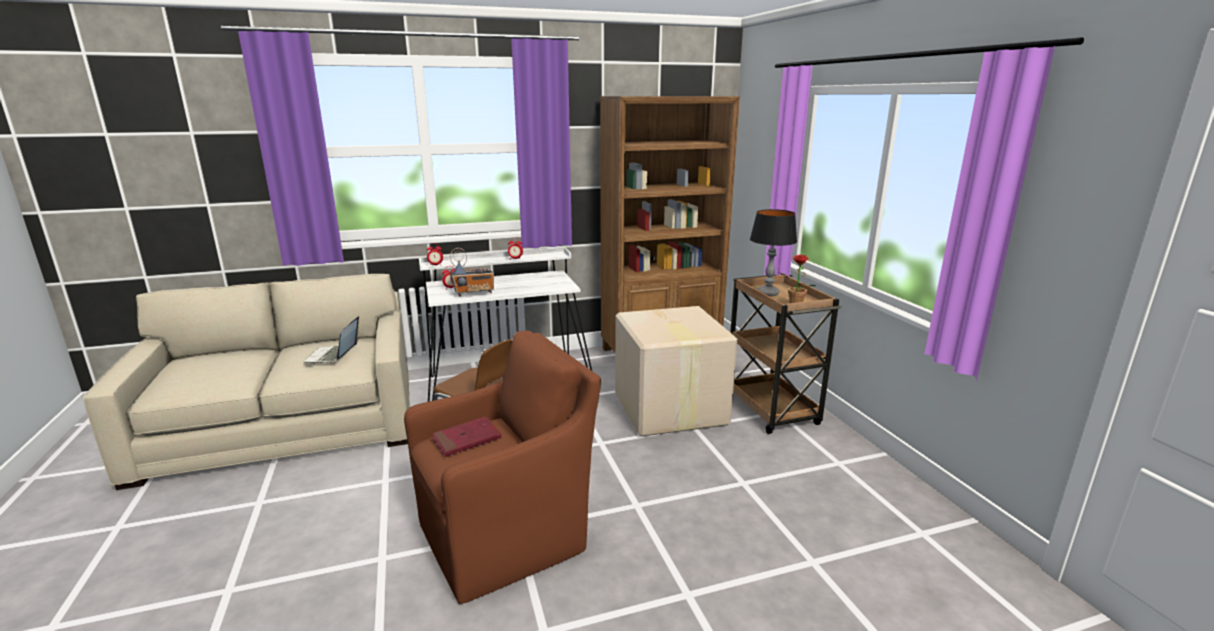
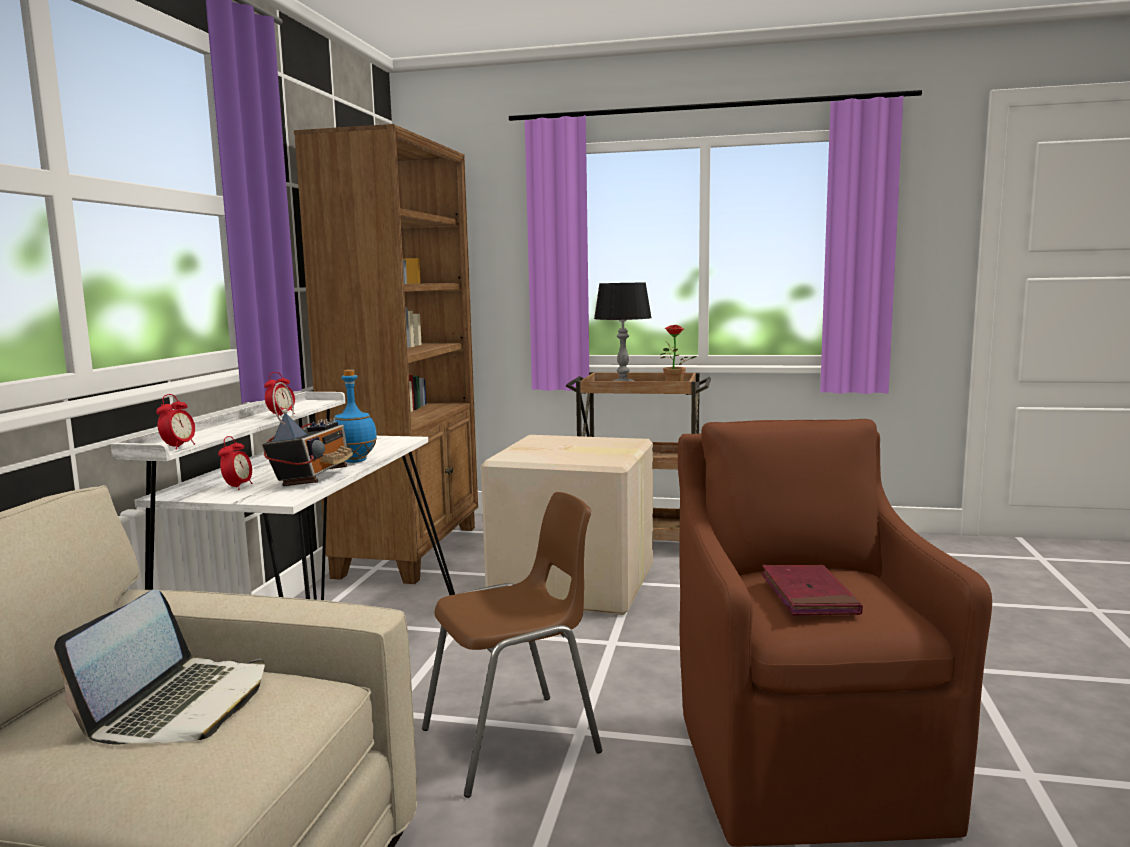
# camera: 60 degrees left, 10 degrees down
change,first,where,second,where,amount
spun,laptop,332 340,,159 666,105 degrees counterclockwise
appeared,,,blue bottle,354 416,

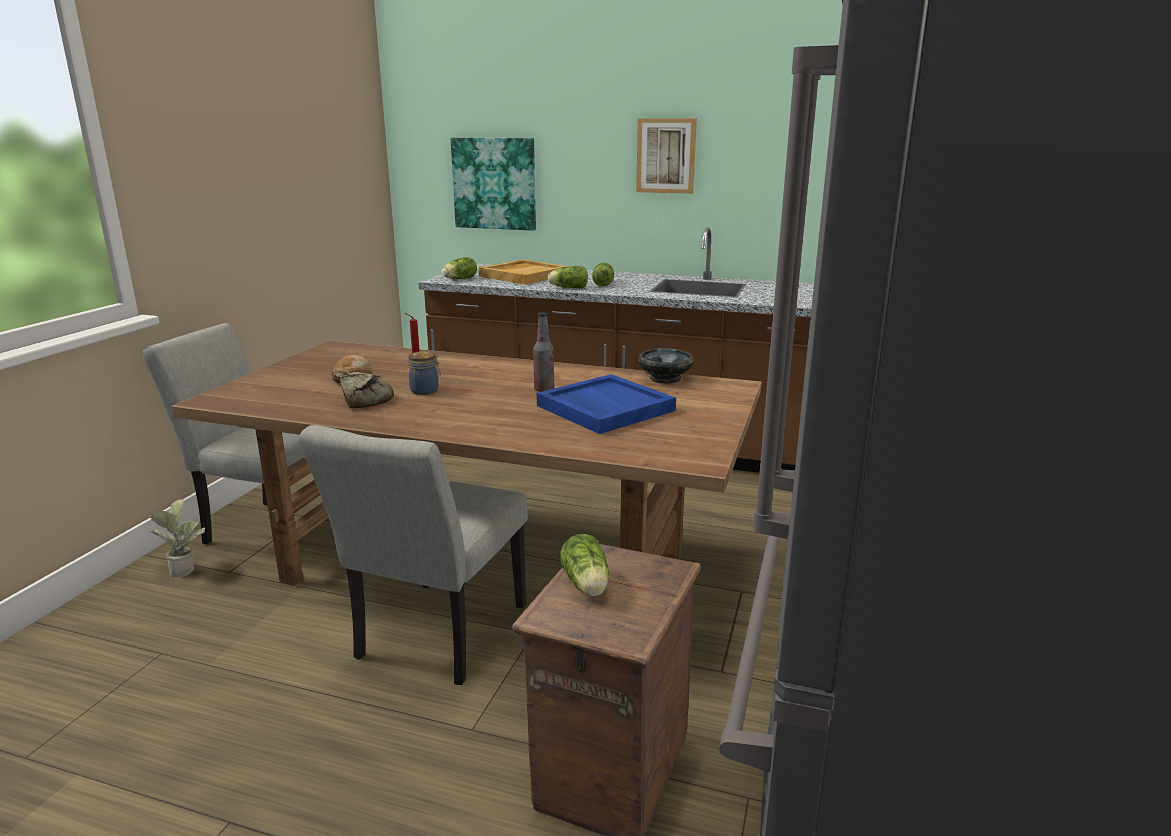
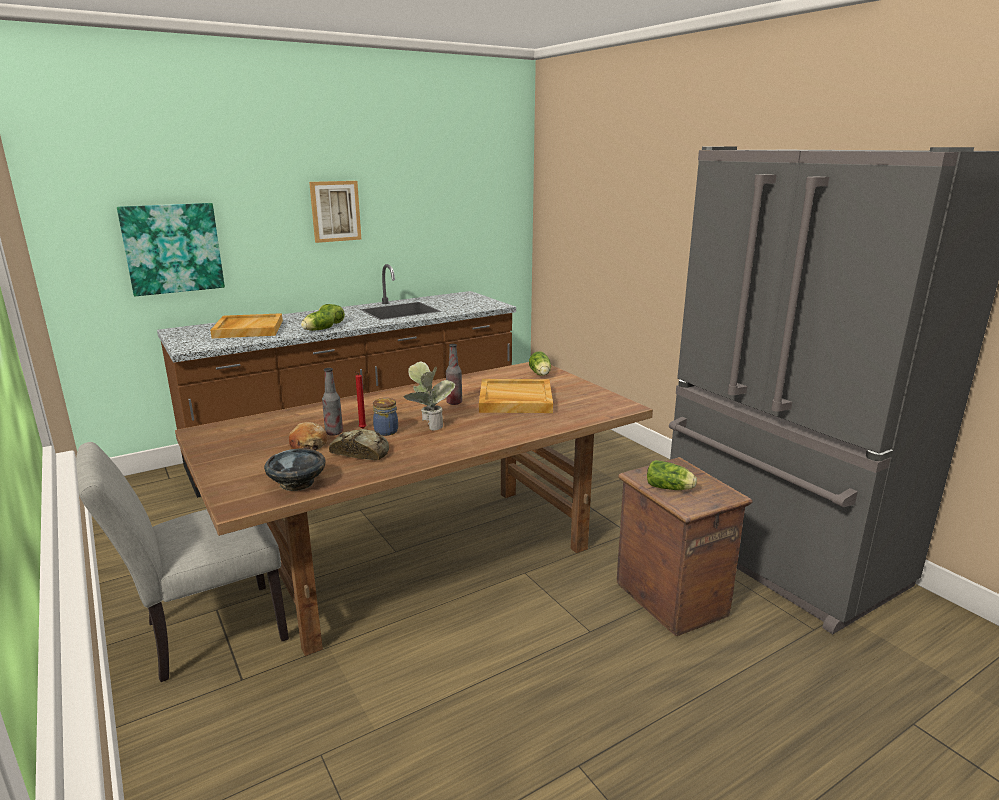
# camera: 50 degrees left, 0 degrees up
change,first,where,second,where,amount
relocated,potted plant,176 538,,429 396,
missing,grey chair,413 555,,,
relocated,lettuce,459 268,,540 364,
colour,blue tray,606 404,beige tray,516 396,
relocated,black bowl,666 366,,294 469,
appeared,,,bottle,332 402,

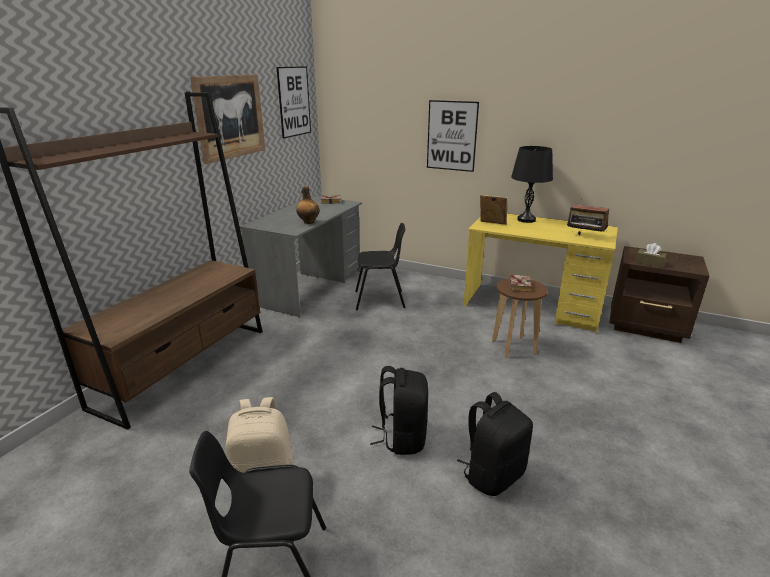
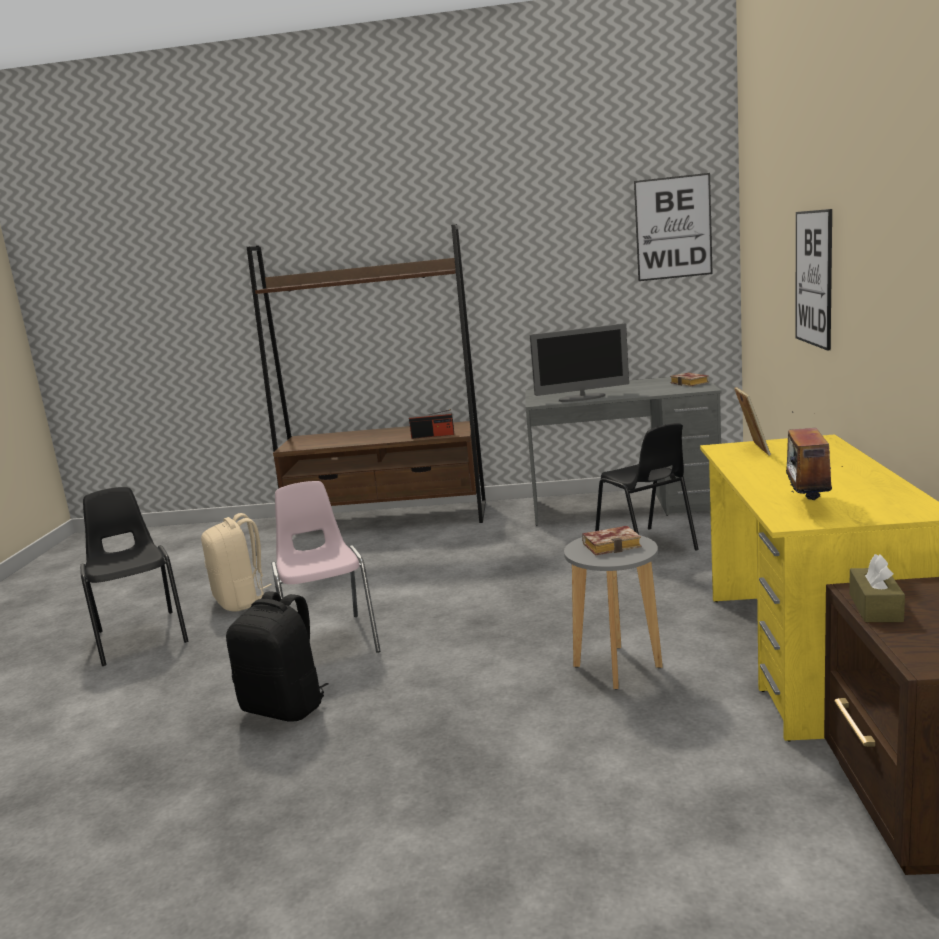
# camera: 70 degrees right, 10 degrees down
change,first,where,second,where,amount
missing,picture,227 119,,,
exchanged,bottle,307 205,monitor,579 362,
exchanged,black backpack,399 410,pink chair,326 567,
colour,brown stool,520 318,grey stool,613 612,
missing,black table lamp,532 184,,,
appeared,,,radio,431 424,

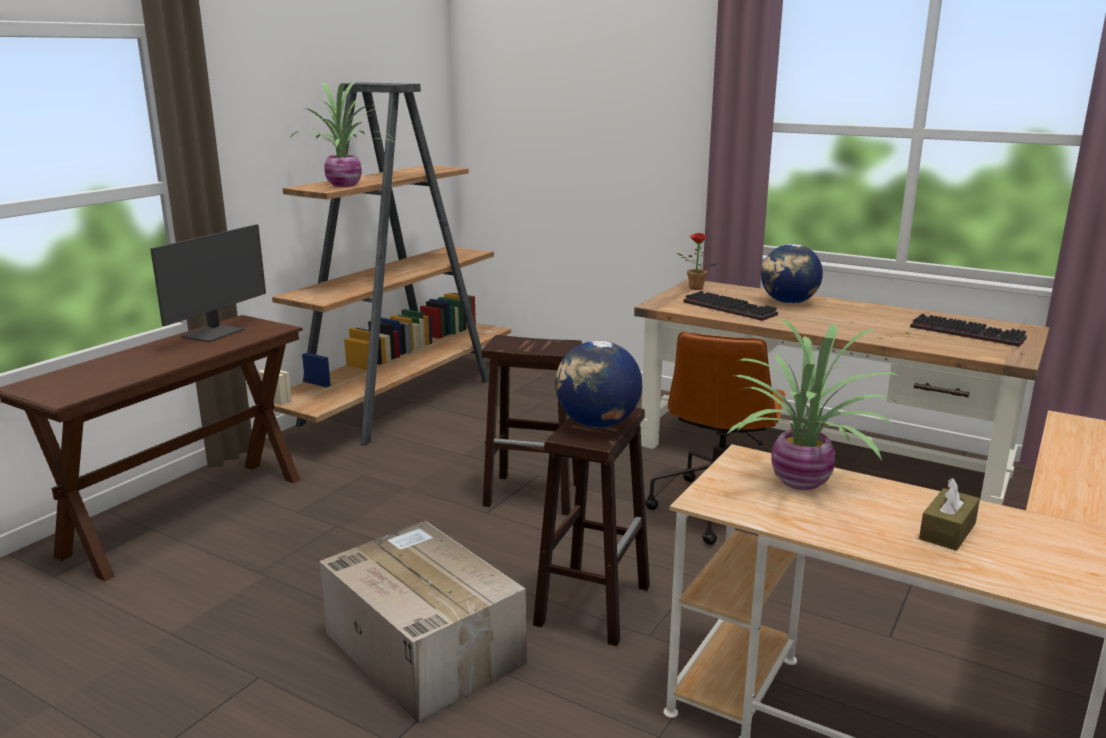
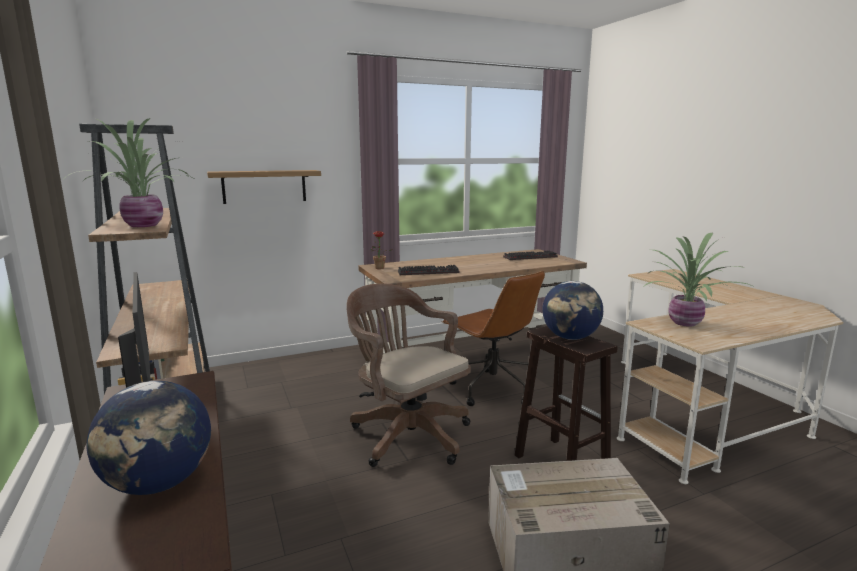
# camera: 55 degrees left, 5 degrees down
change,first,where,second,where,amount
exchanged,brown stool,532 425,brown office chair,408 375,
relocated,globe,792 274,,148 438,
missing,brown tissue box,949 514,,,
appeared,,,shelf,264 187,

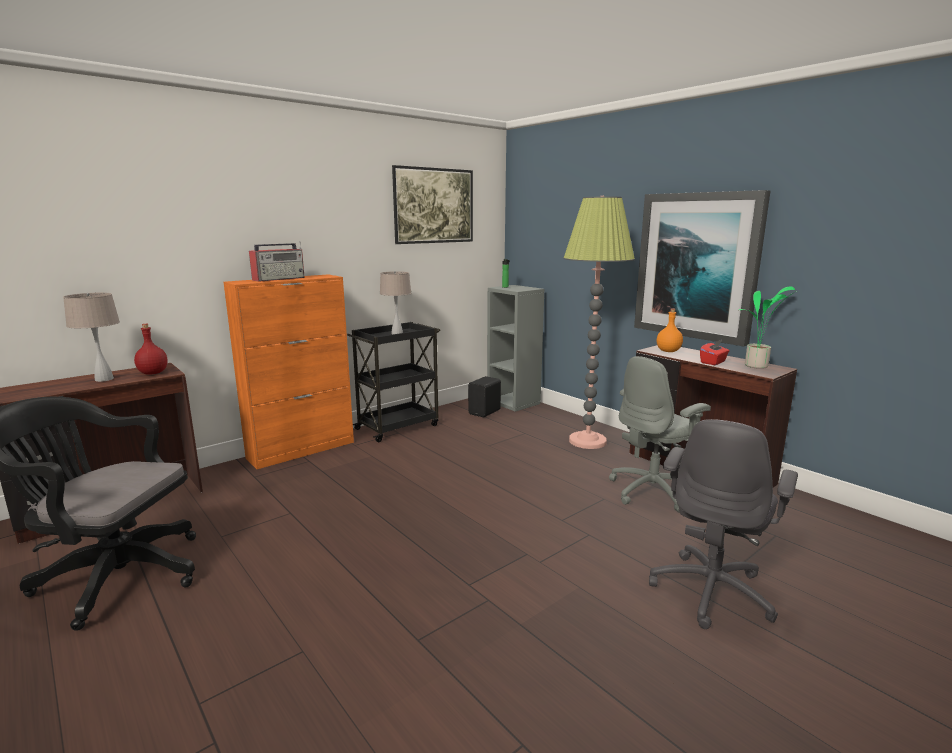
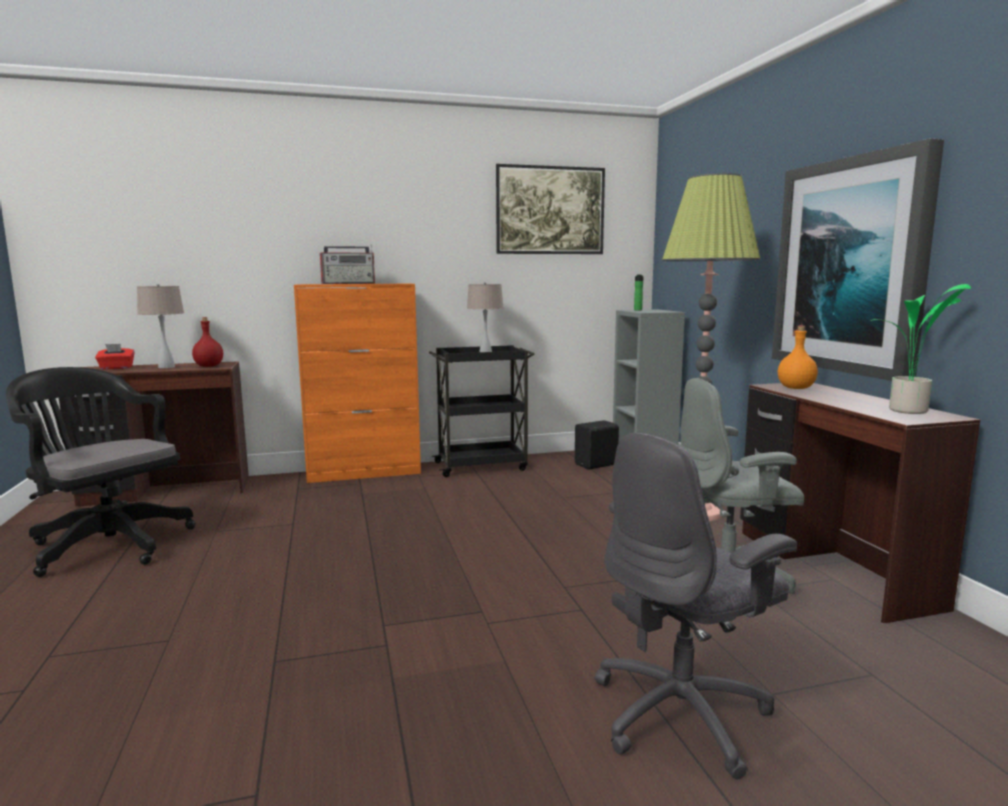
# camera: 25 degrees right, 5 degrees down
change,first,where,second,where,amount
relocated,red tissue box,714 352,,115 356,

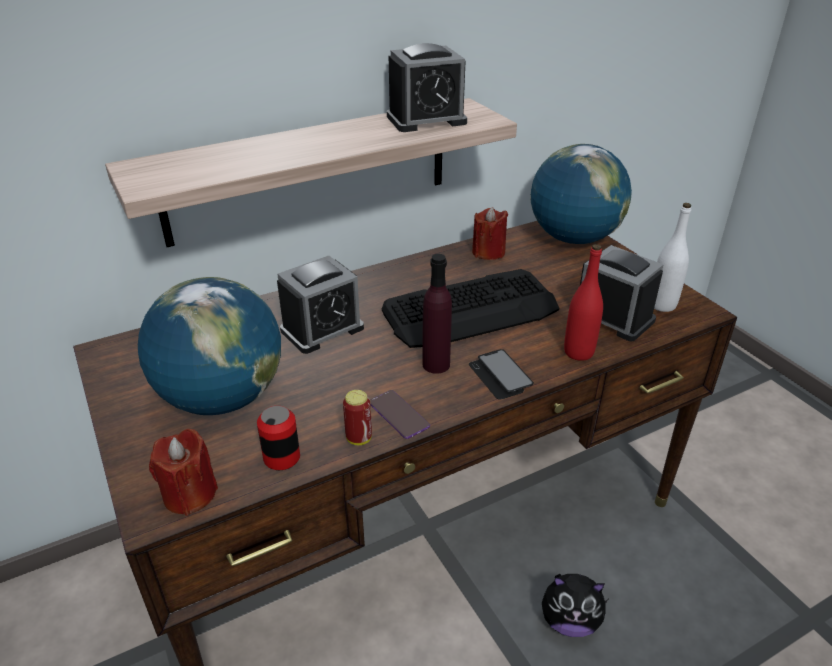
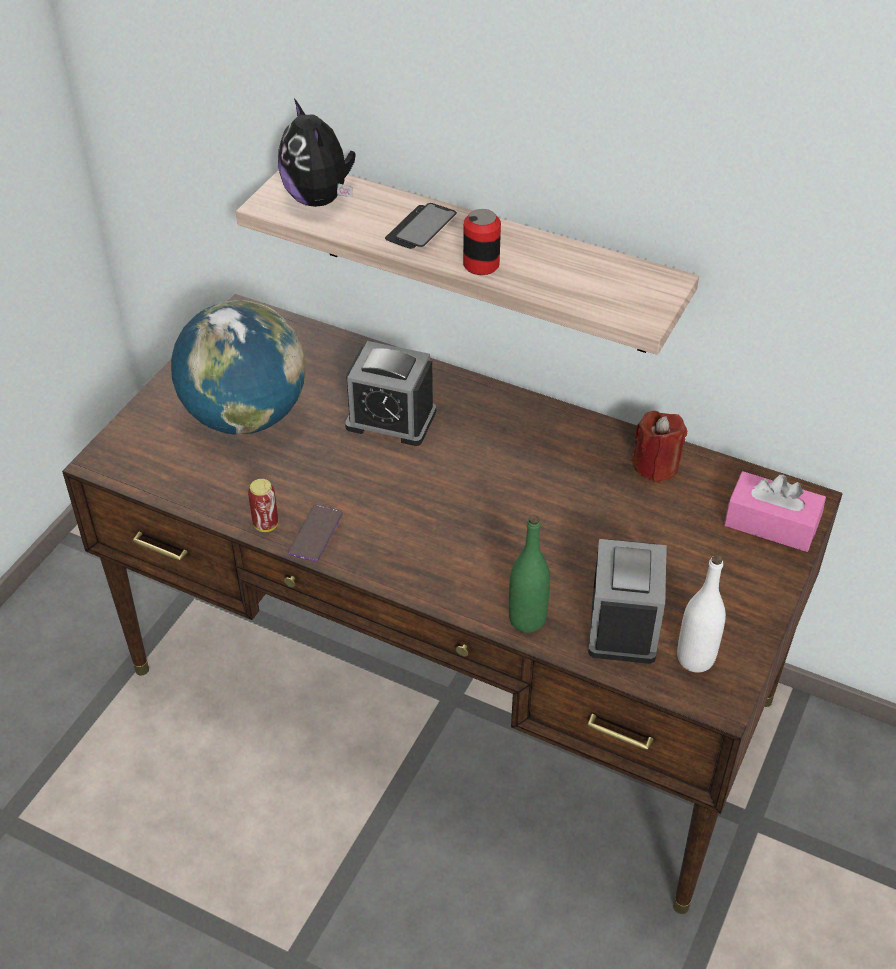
# camera: 55 degrees right, 10 degrees up
change,first,where,second,where,amount
missing,red candle,183 472,,,
relocated,can,278 438,,482 242,
missing,keyboard,470 308,,,
missing,alarm clock,427 87,,,
missing,purple bottle,437 314,,,
relocated,phone,501 374,,421 226,
exchanged,globe,581 194,pink tissue box,775 511,
relocated,plush toy,575 605,,317 153,
colour,red bottle,583 302,green bottle,529 574,

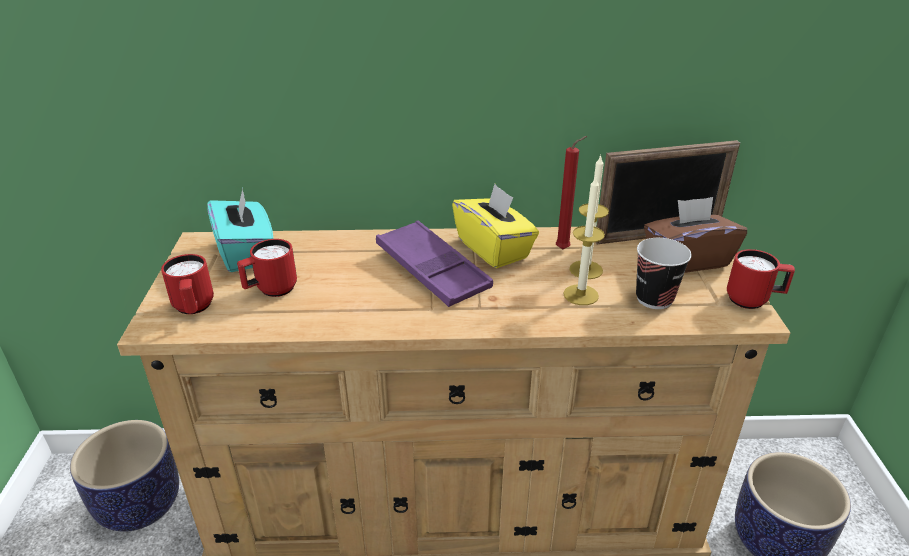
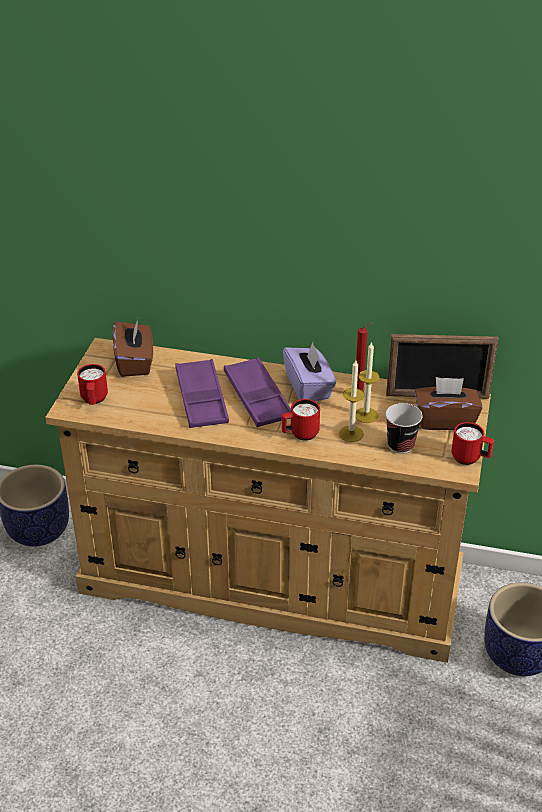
# camera: 15 degrees right, 5 degrees up
change,first,where,second,where,amount
colour,turquoise tissue box,240 230,brown tissue box,133 348,
relocated,red mug,267 268,,301 420,
colour,yellow tissue box,495 226,purple tissue box,309 371,
appeared,,,purple tray,202 393,

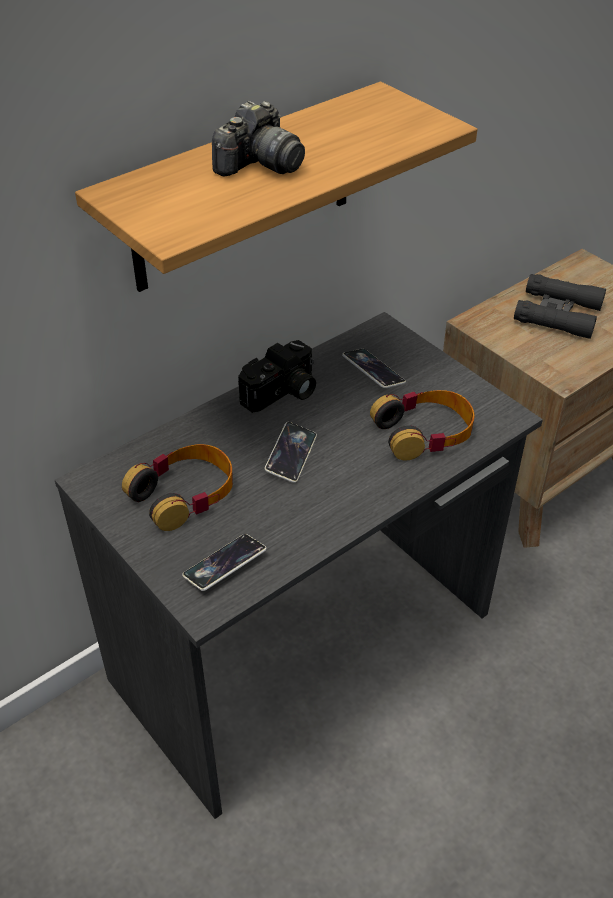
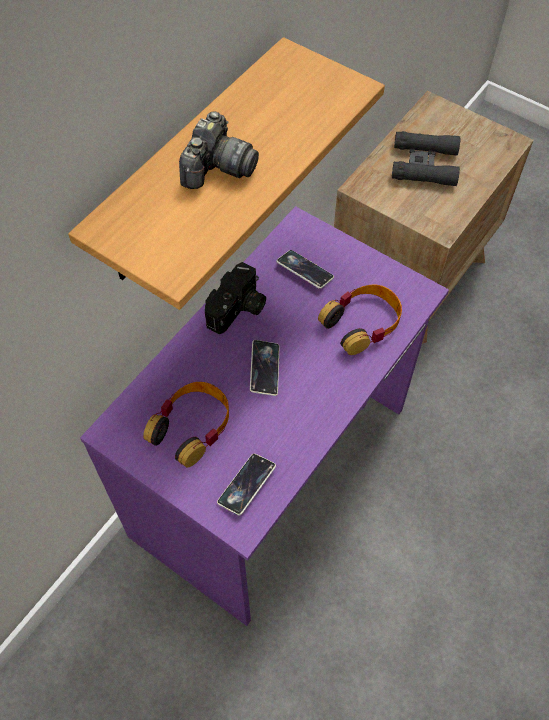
# camera: 15 degrees left, 15 degrees up
change,first,where,second,where,amount
colour,grey desk,299 565,purple desk,264 416,

